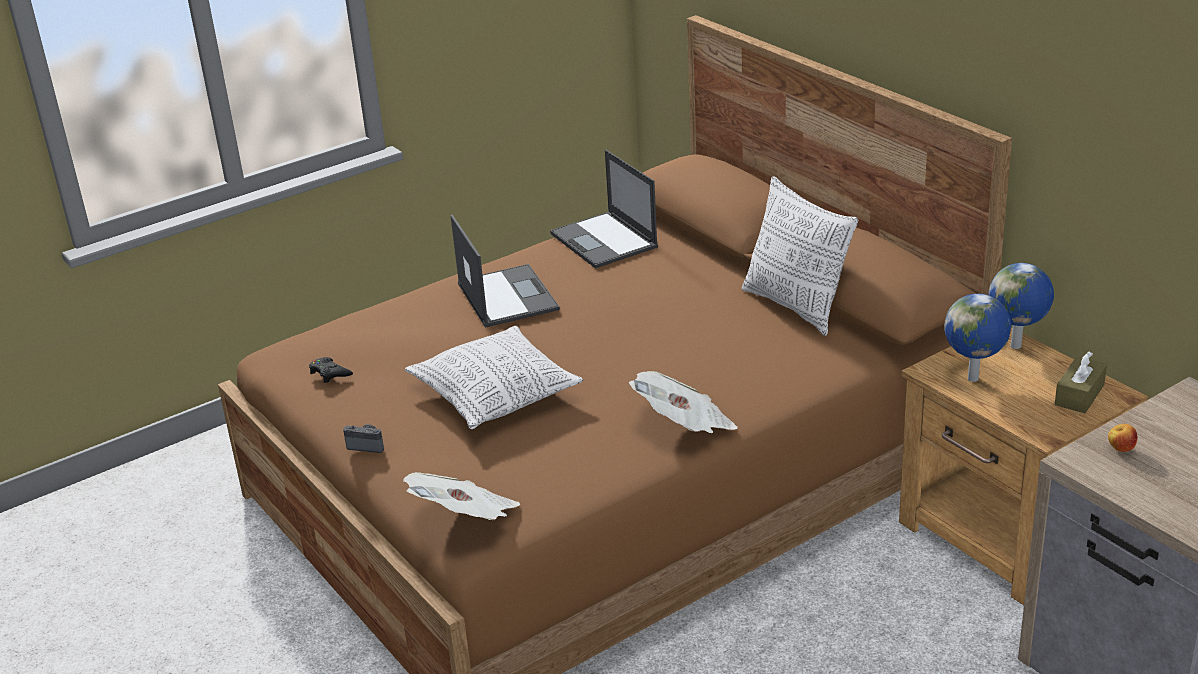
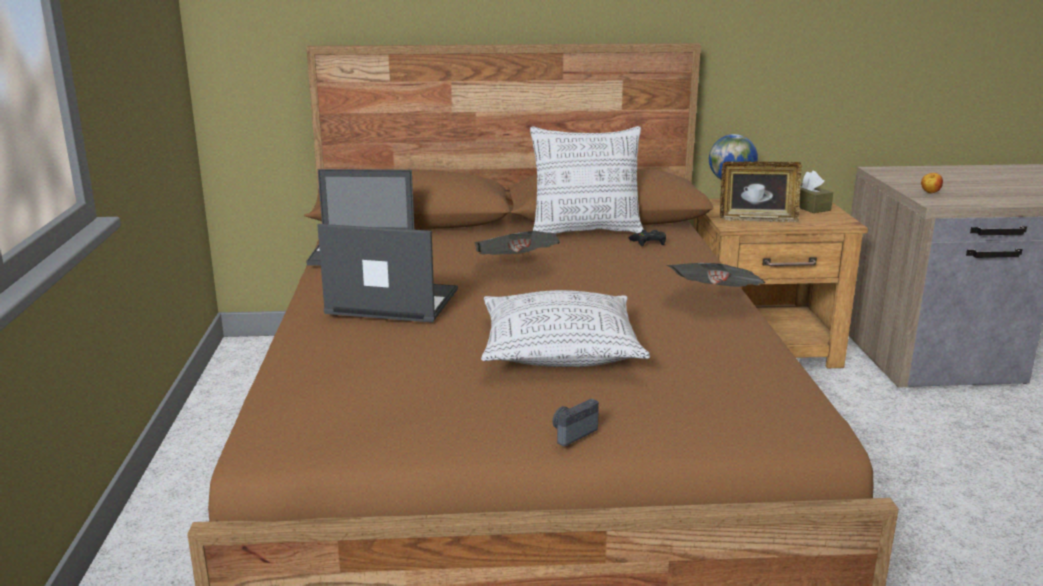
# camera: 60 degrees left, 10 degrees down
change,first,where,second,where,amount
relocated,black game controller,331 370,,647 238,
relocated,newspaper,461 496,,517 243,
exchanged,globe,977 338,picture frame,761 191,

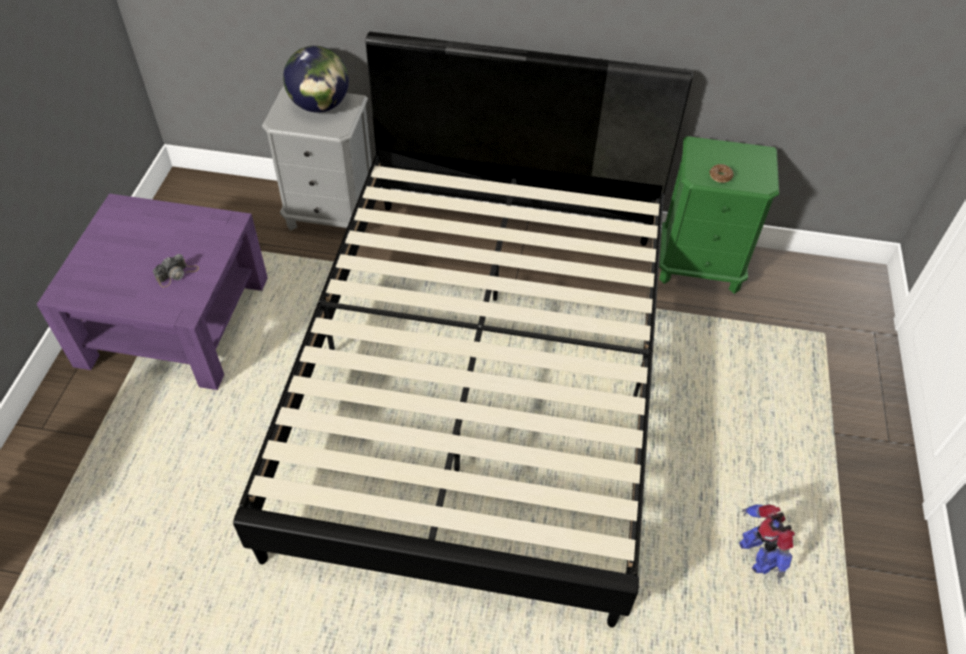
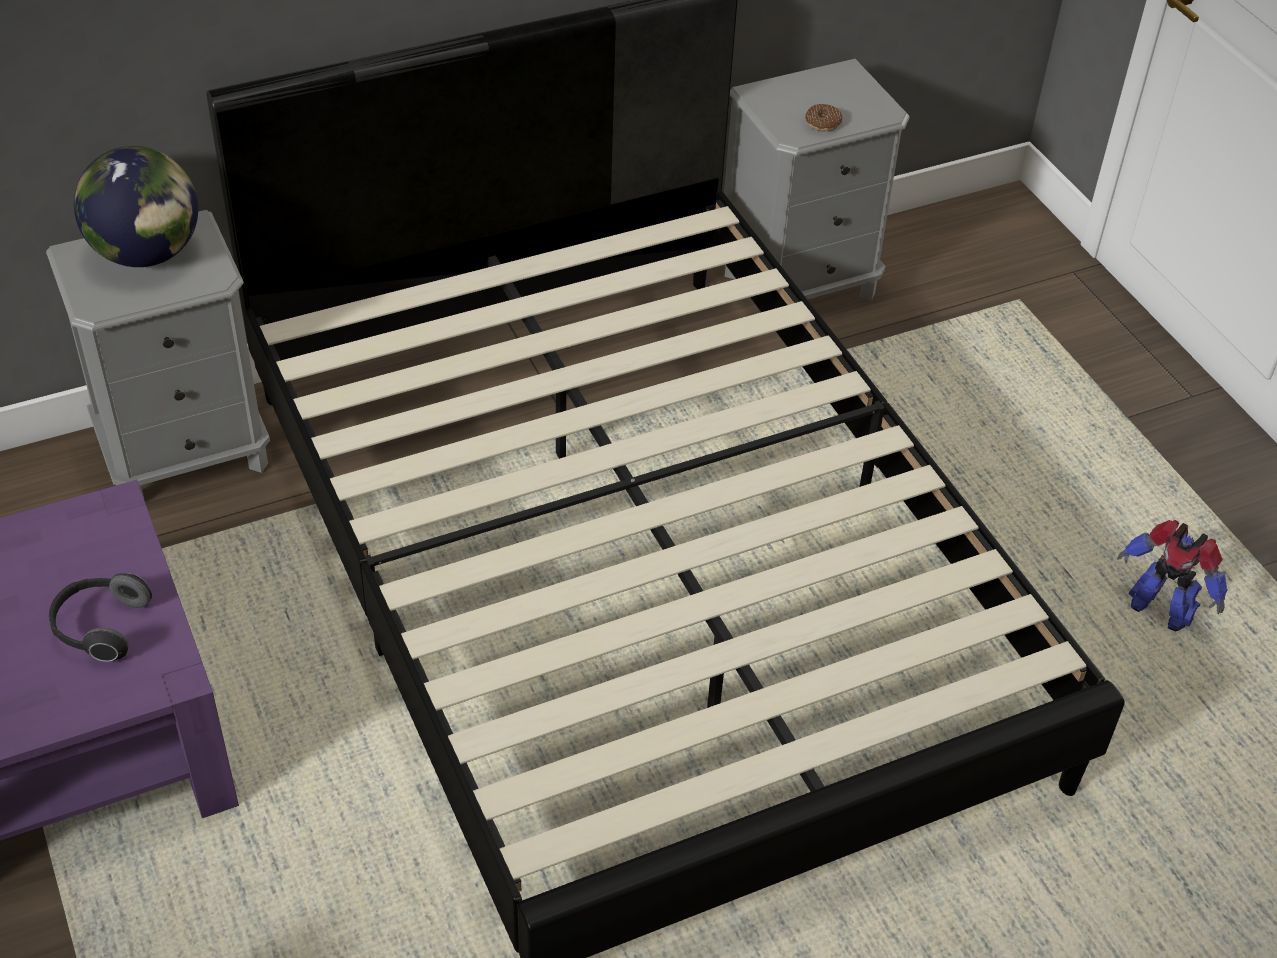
# camera: 35 degrees left, 5 degrees down
change,first,where,second,where,amount
exchanged,photo camera,176 270,headphones,100 617,
colour,green nightstand,719 215,grey nightstand,817 179,

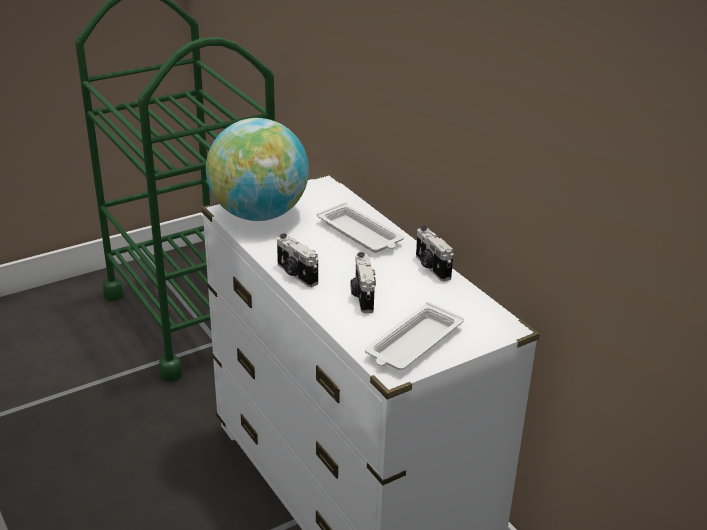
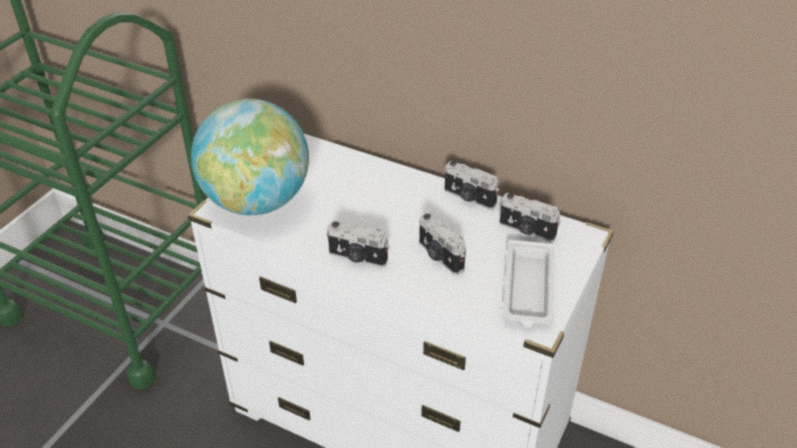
# camera: 30 degrees left, 10 degrees up
change,first,where,second,where,amount
missing,white tray,360 227,,,
appeared,,,photo camera,530 217,

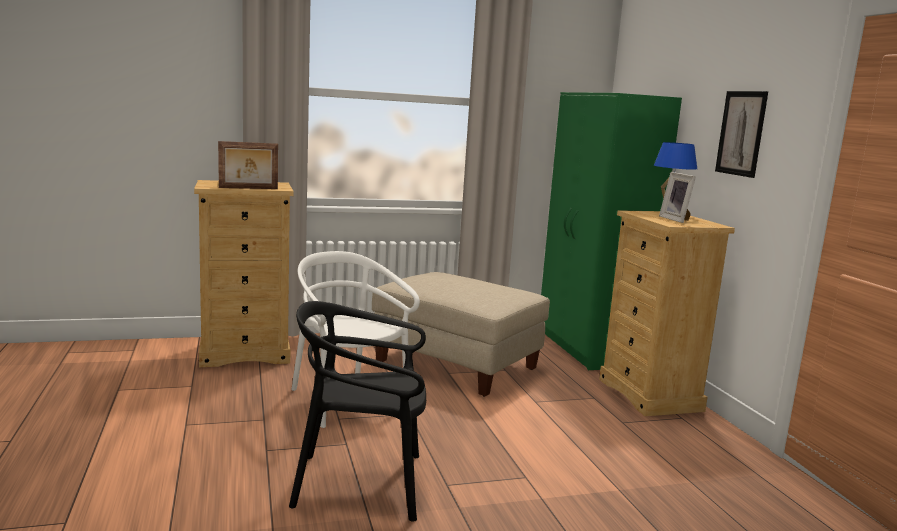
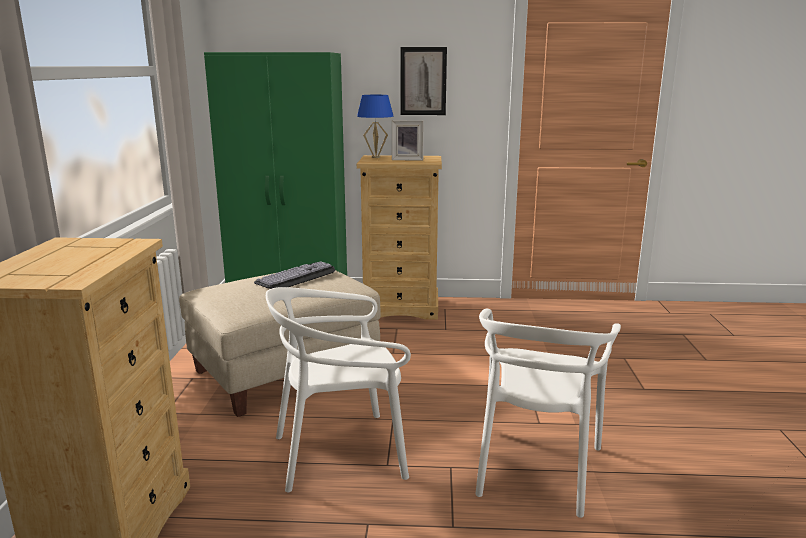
# camera: 70 degrees left, 5 degrees up
change,first,where,second,where,amount
missing,picture frame,248 165,,,
colour,black chair,357 411,white chair,548 413,
appeared,,,keyboard,294 275,

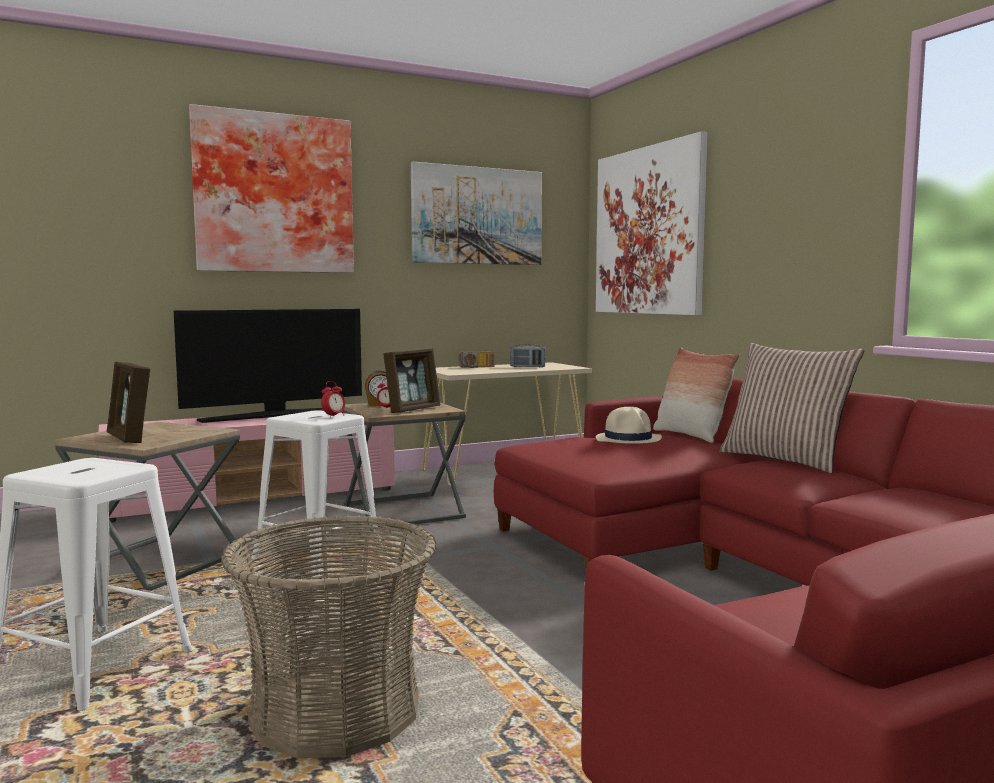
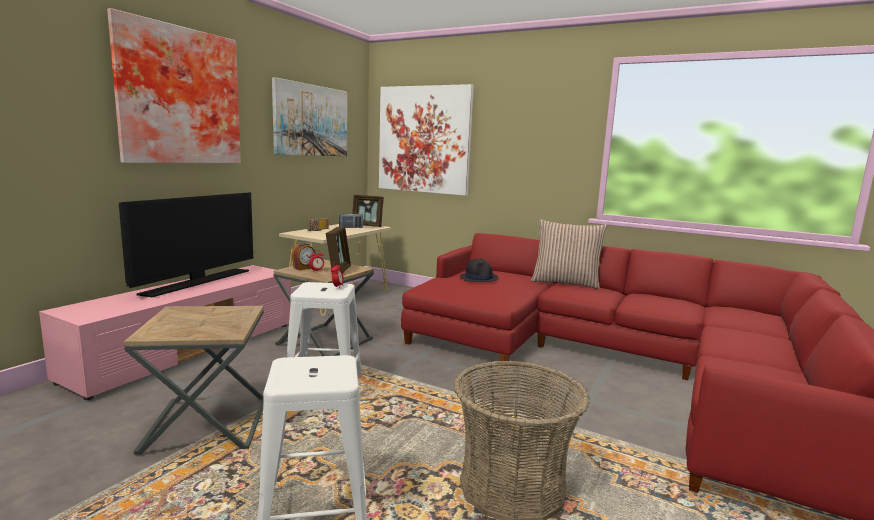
# camera: 35 degrees left, 5 degrees up
change,first,where,second,where,amount
relocated,picture frame,128 402,,368 211,
colour,beige hat,629 425,black hat,479 270,
missing,pillow,696 395,,,

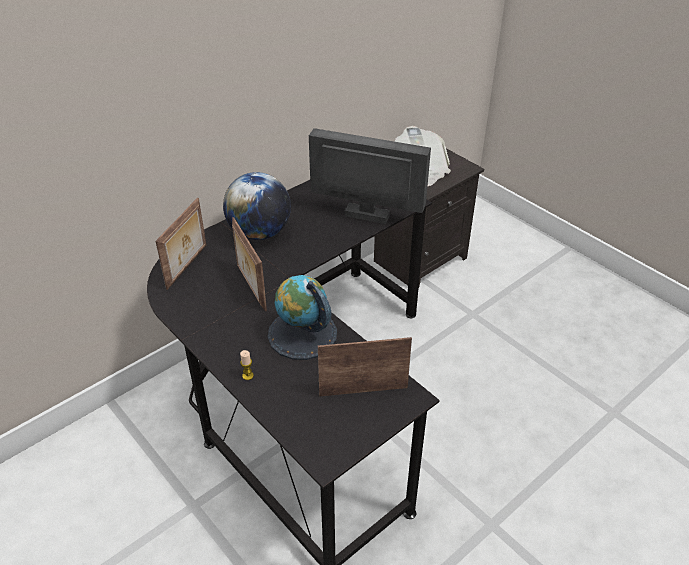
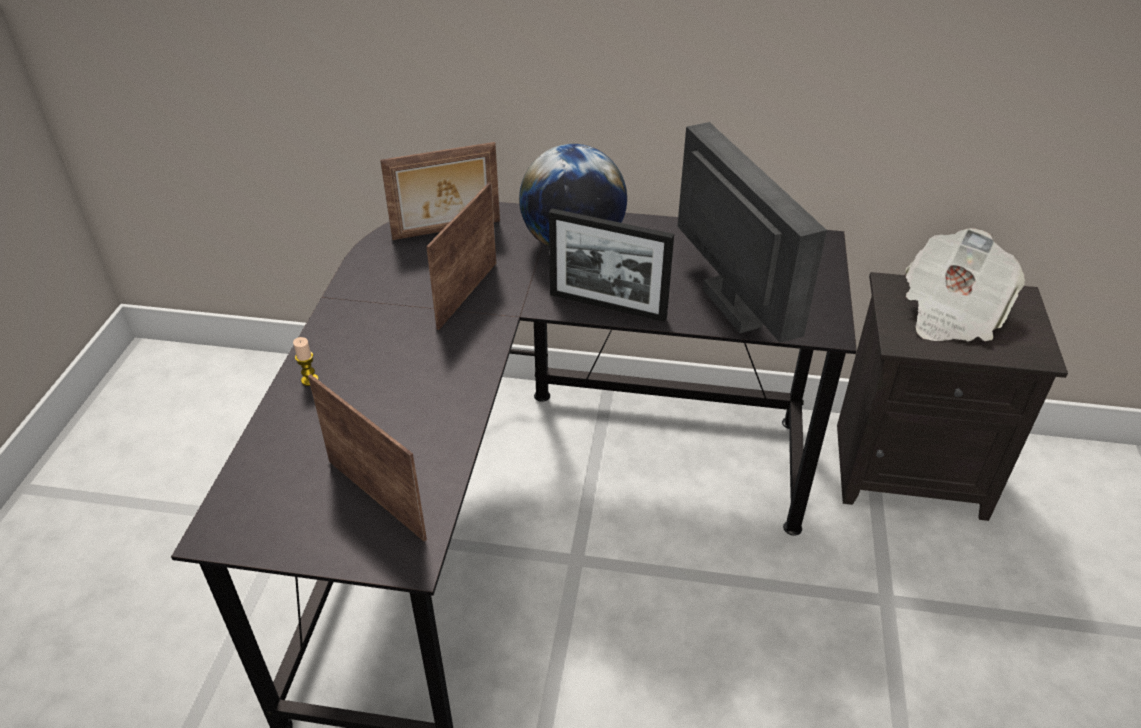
# camera: 50 degrees right, 0 degrees up
change,first,where,second,where,amount
missing,globe,302 317,,,
appeared,,,picture frame,611 265,

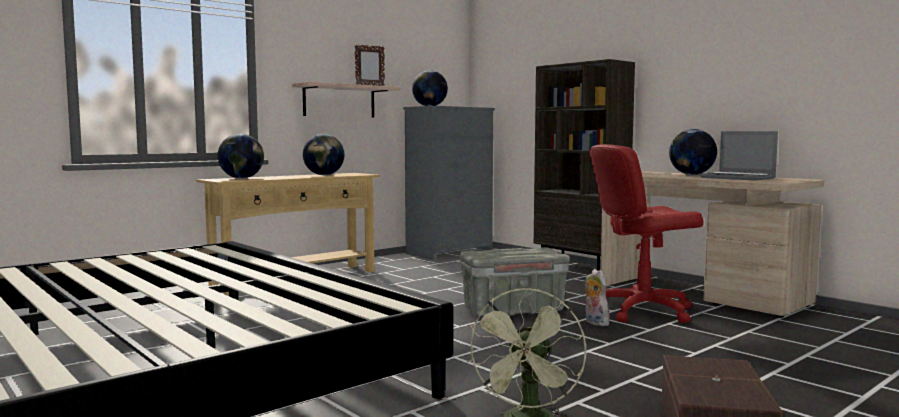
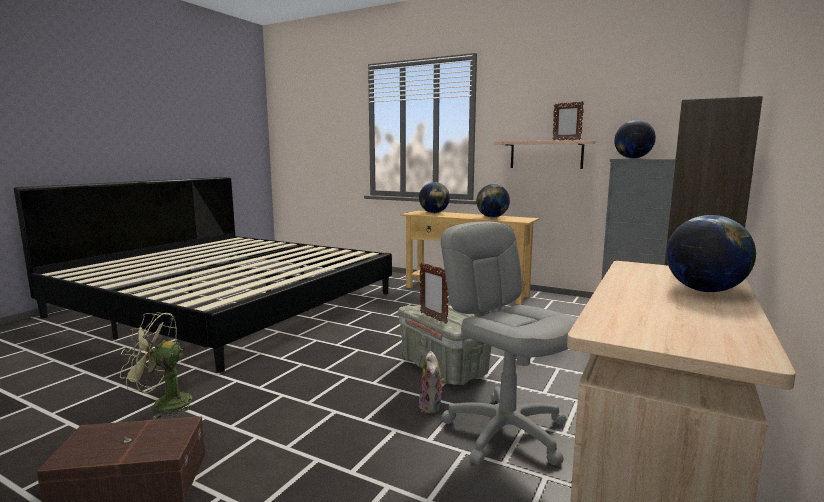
# camera: 70 degrees right, 5 degrees up
change,first,where,second,where,amount
spun,plush toy,596 297,,432 382,135 degrees clockwise
colour,red office chair,646 233,grey office chair,509 343,
missing,laptop,739 156,,,
appeared,,,picture frame,434 293,

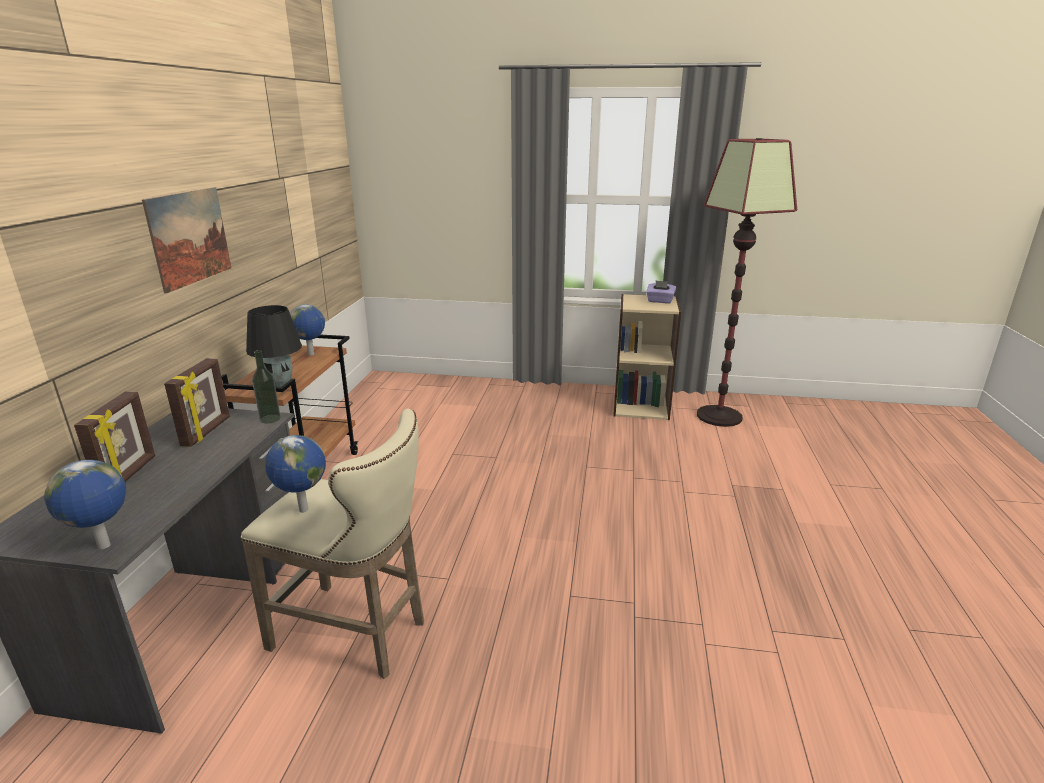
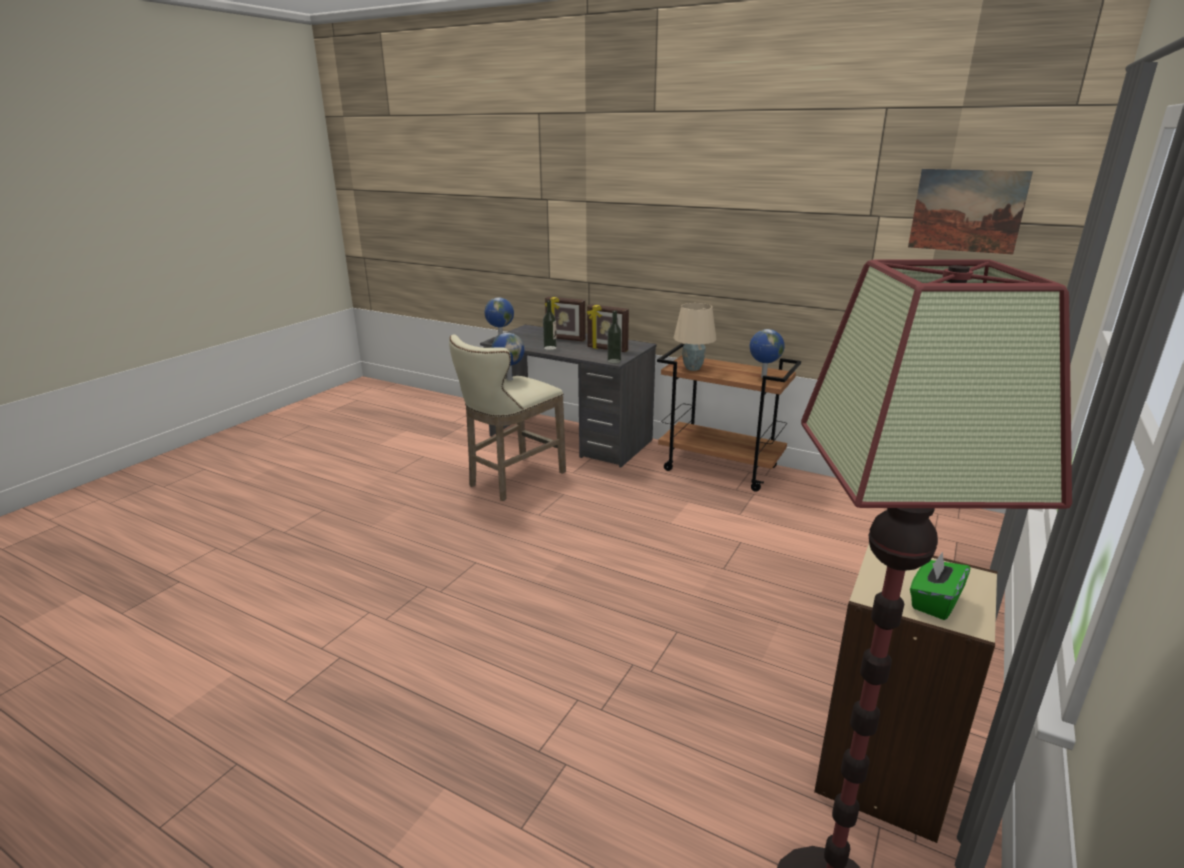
# camera: 110 degrees right, 0 degrees up
change,first,where,second,where,amount
relocated,picture,186 240,,970 212,
colour,black table lamp,274 346,beige table lamp,694 337,
colour,purple tissue box,661 292,green tissue box,940 586,
appeared,,,bottle,550 325,

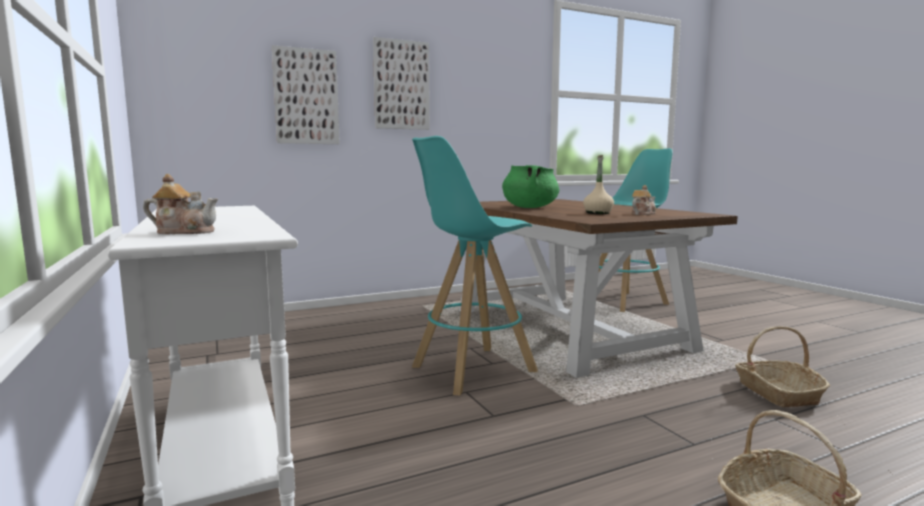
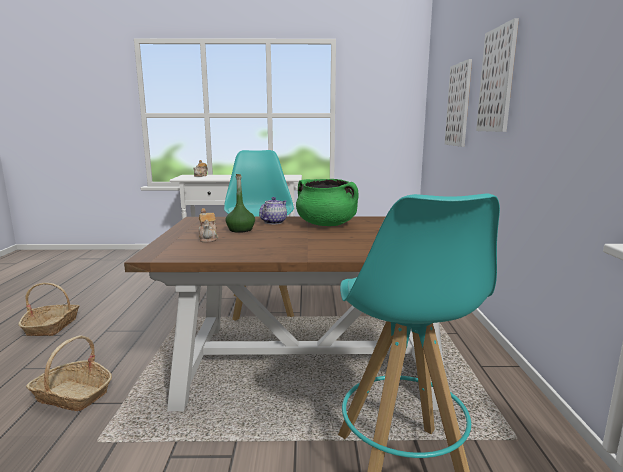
# camera: 115 degrees right, 5 degrees up
change,first,where,second,where,amount
colour,beige bottle,598 184,green bottle,240 203,
appeared,,,teapot,273 210,

